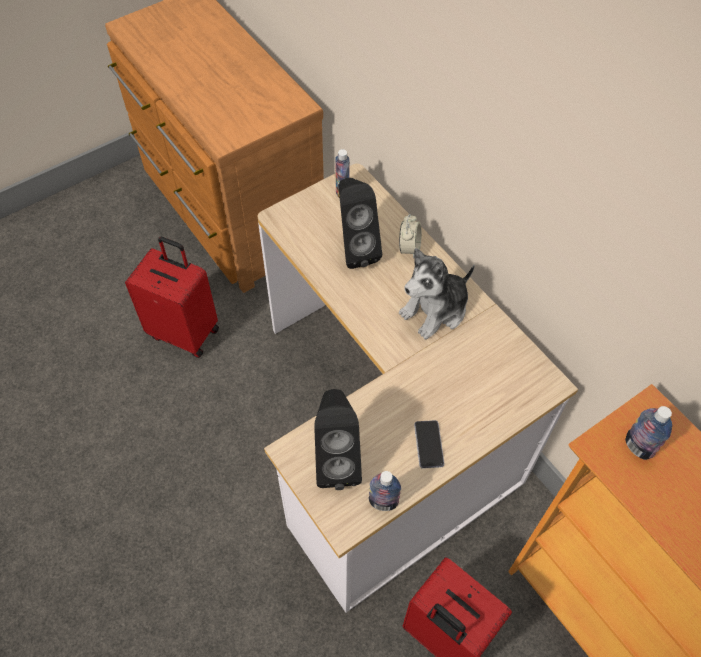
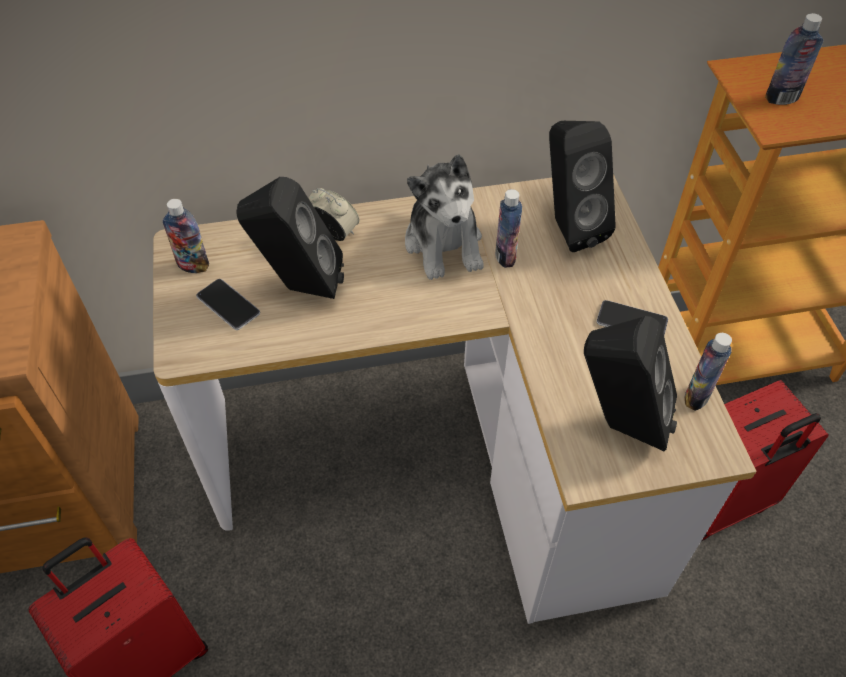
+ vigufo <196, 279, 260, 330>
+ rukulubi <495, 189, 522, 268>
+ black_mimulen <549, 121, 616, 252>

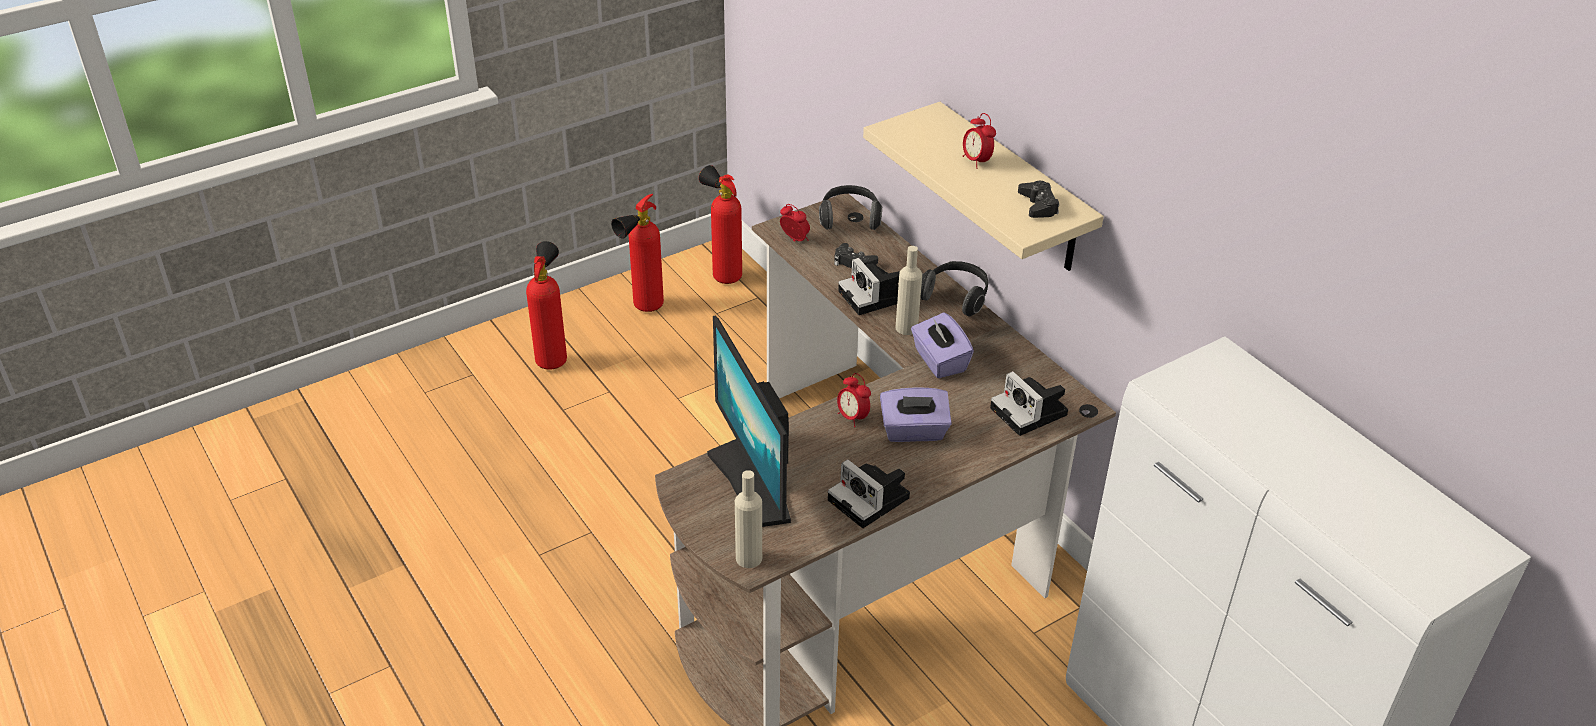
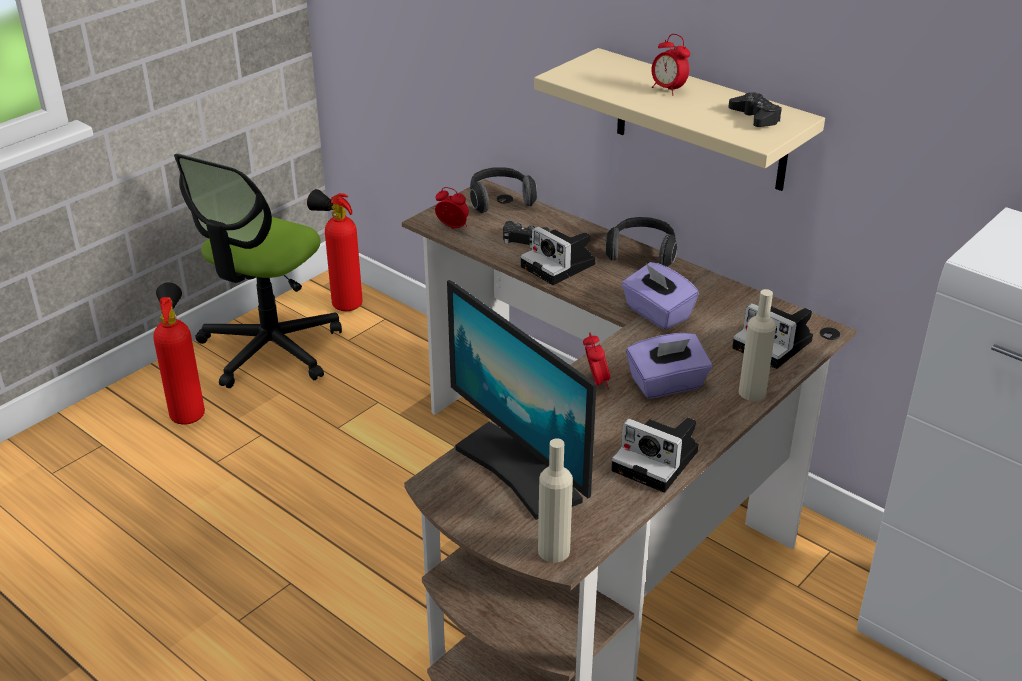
~ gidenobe <611, 194, 664, 312> to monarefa <174, 153, 342, 388>
~ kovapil <837, 373, 871, 427> = <583, 333, 611, 390> 135 degrees counterclockwise
~ beige_rukulubi <895, 246, 922, 335> to <739, 289, 776, 401>

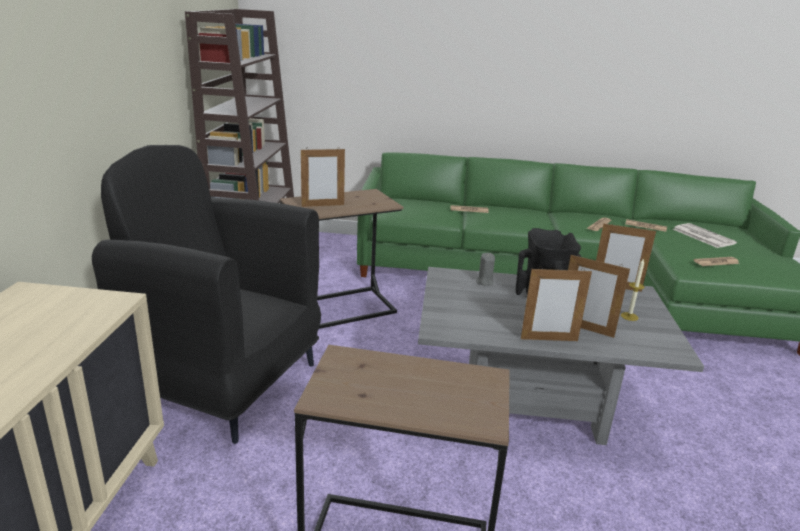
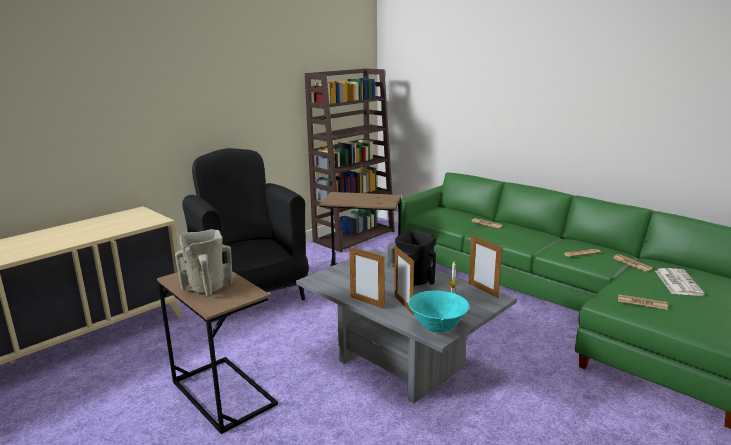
+ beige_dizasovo <175, 229, 233, 297>
+ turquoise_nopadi <408, 291, 469, 333>
- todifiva <301, 147, 345, 207>

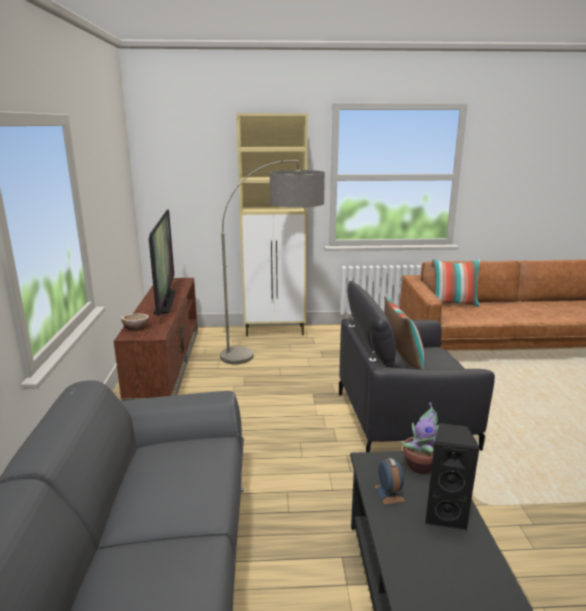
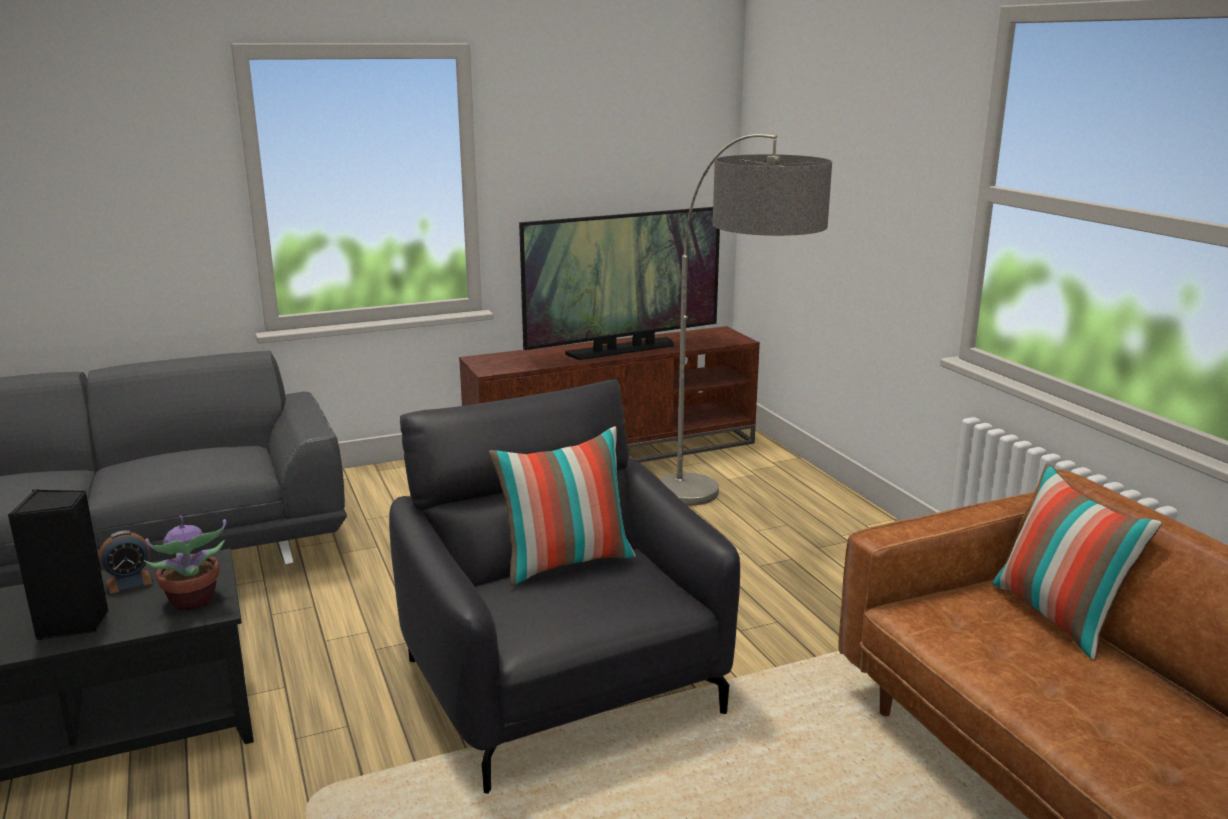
- nopadi <121, 314, 149, 330>
- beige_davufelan <236, 113, 308, 336>

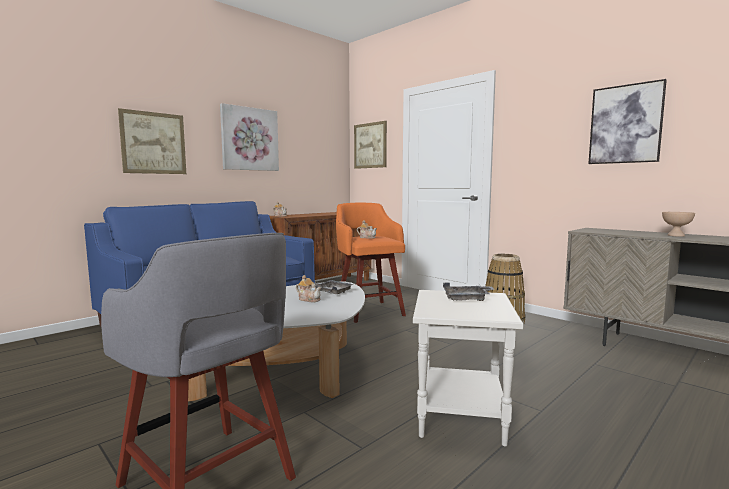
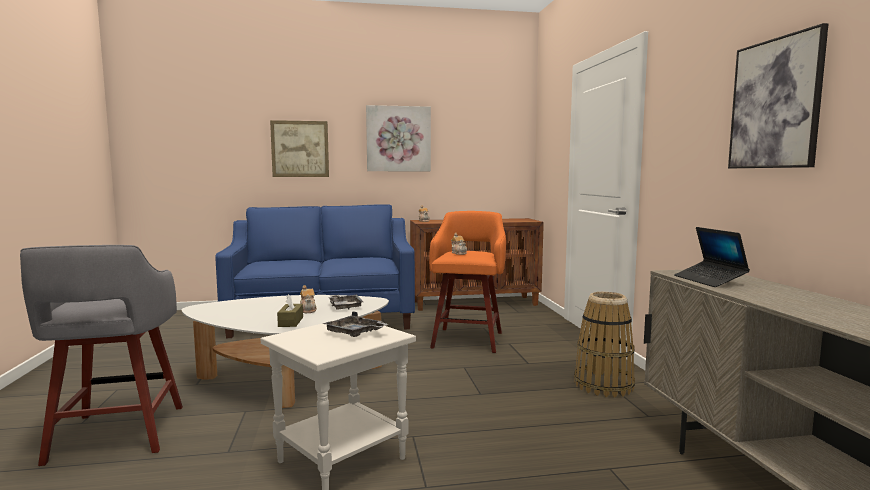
+ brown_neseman <277, 294, 303, 327>
+ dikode <674, 227, 750, 287>
- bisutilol <354, 121, 387, 169>
- beige_nopadi <662, 212, 695, 237>

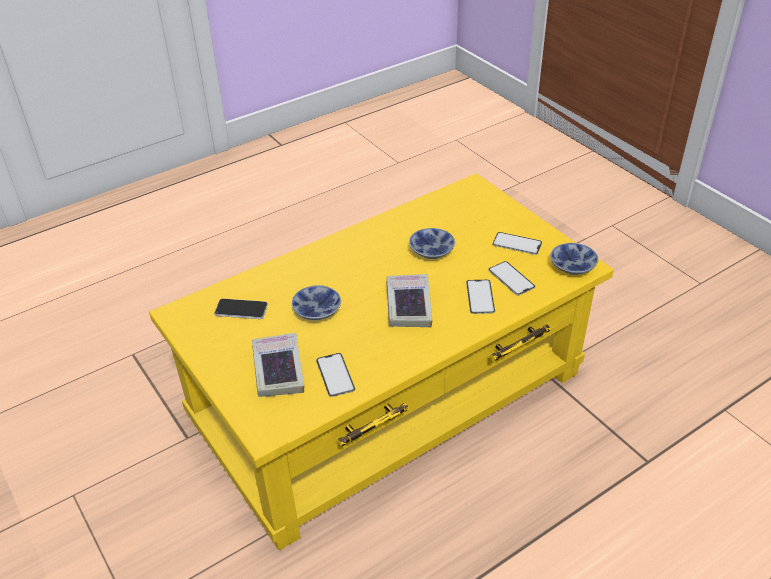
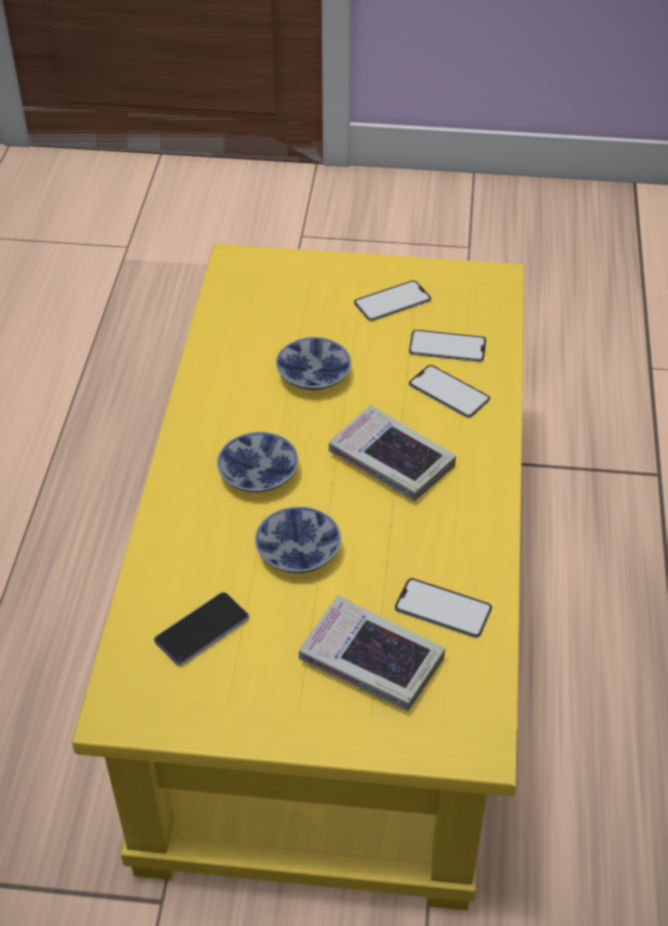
~ nopadi <550, 243, 598, 275> to <217, 432, 298, 493>

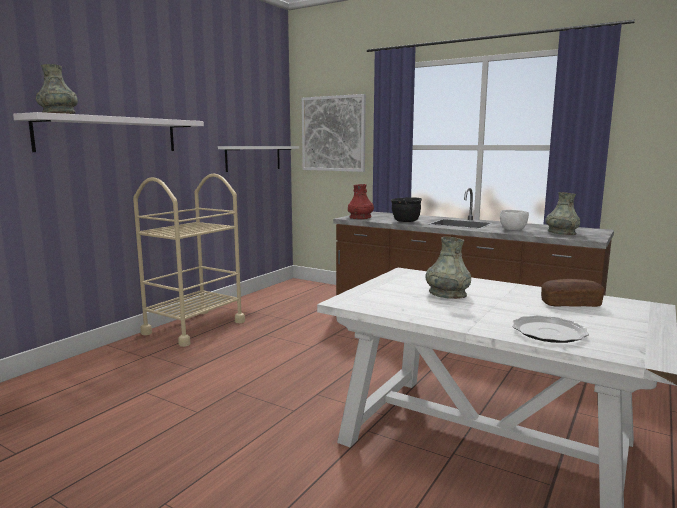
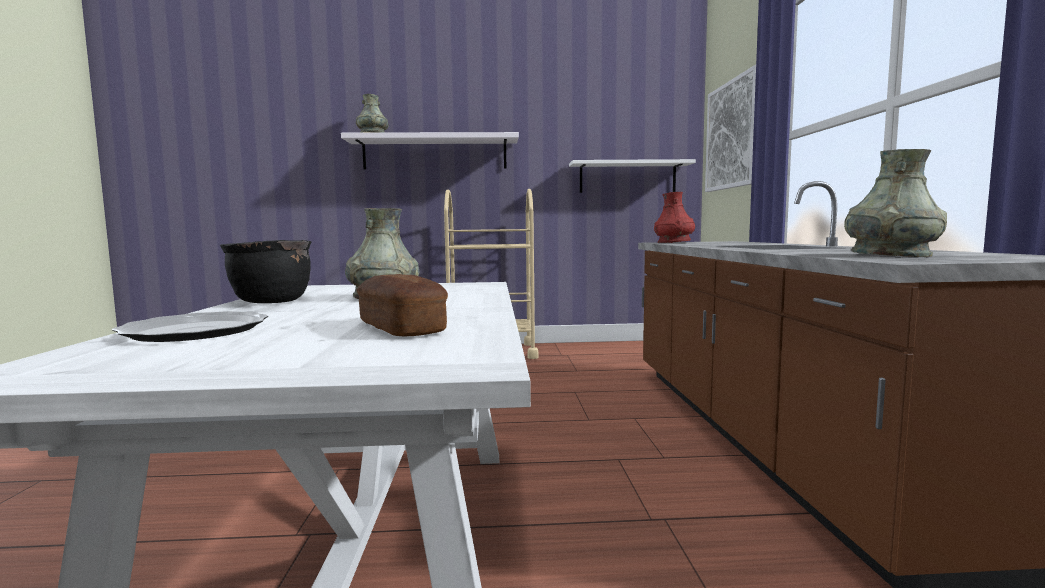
~ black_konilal <391, 197, 422, 222> to <220, 240, 311, 303>
- white_nopadi <500, 210, 529, 231>

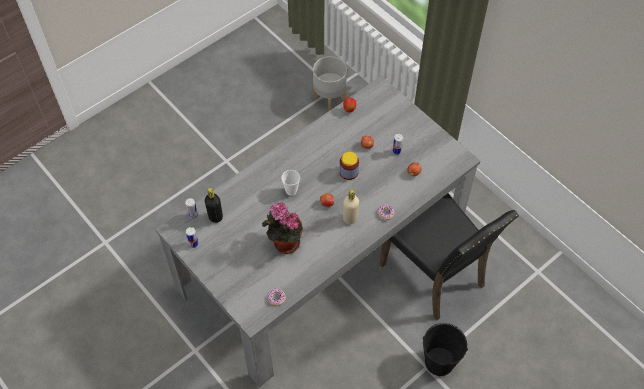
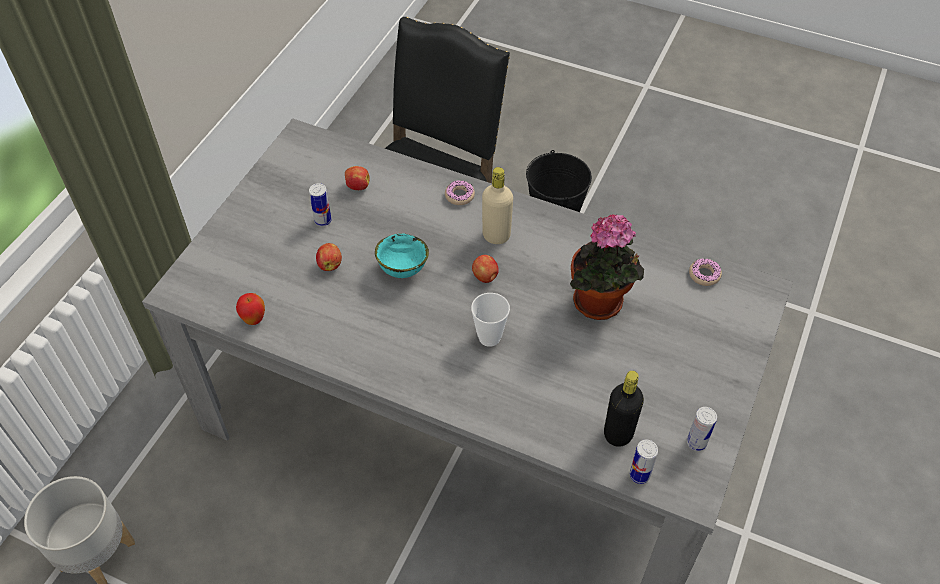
~ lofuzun <339, 152, 359, 180> to turquoise_nopadi <375, 233, 429, 278>

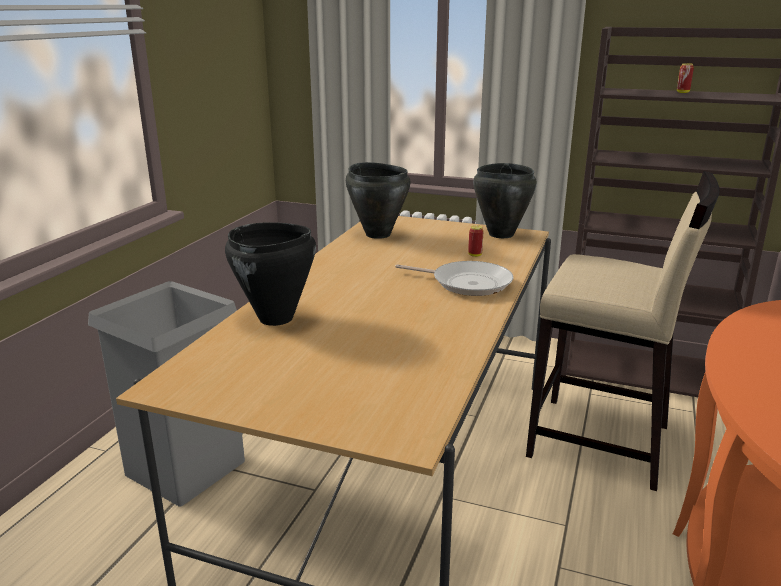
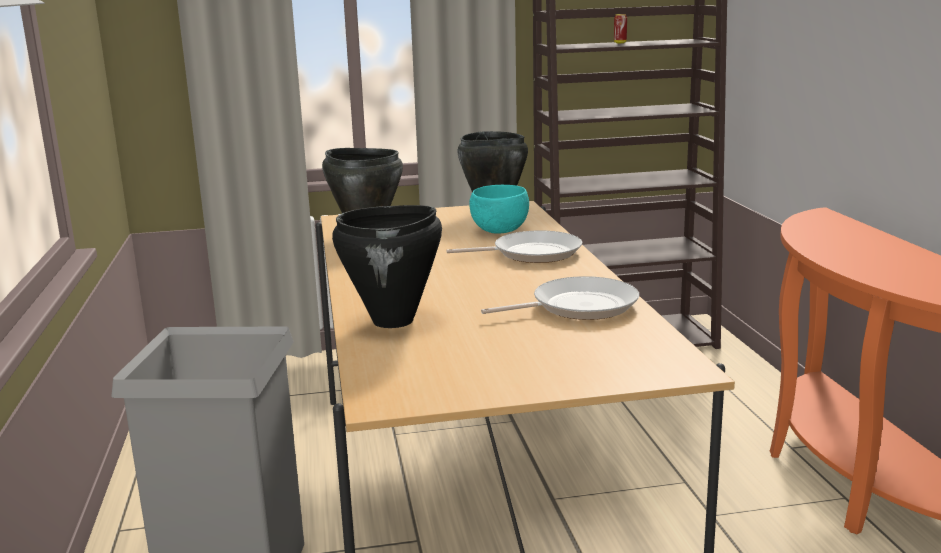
~ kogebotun <468, 225, 484, 257> to turquoise_nopadi <469, 185, 529, 234>
+ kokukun <481, 276, 639, 320>
- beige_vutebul <526, 171, 719, 491>

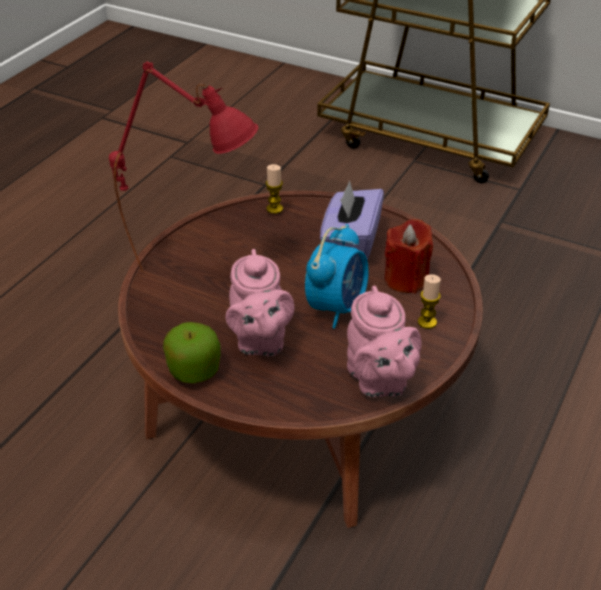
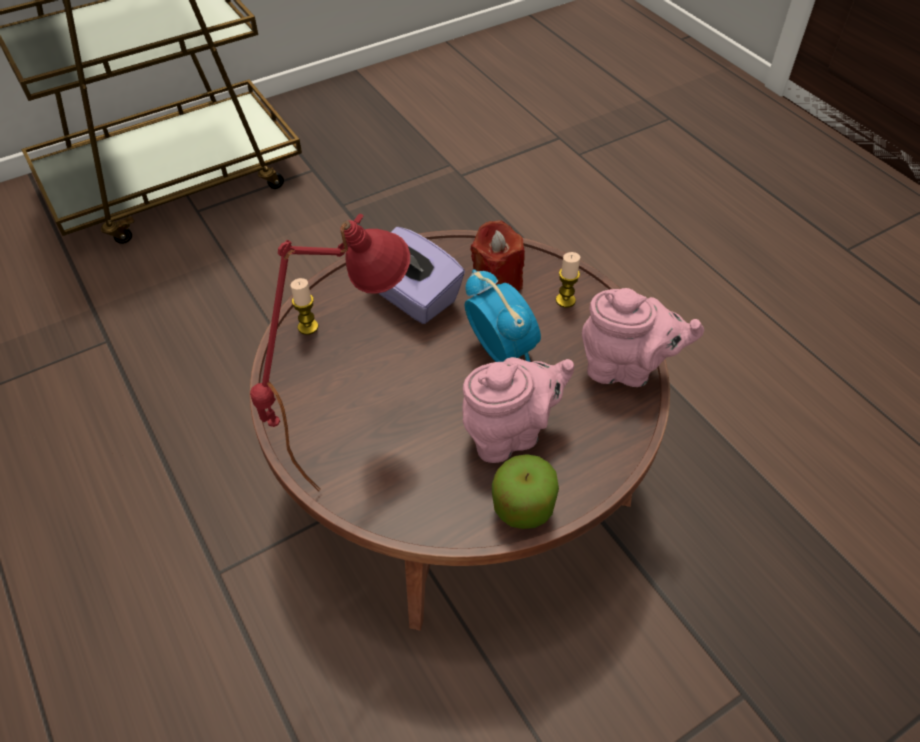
~ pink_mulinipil <225, 249, 294, 356> = <462, 357, 574, 463> 45 degrees counterclockwise

